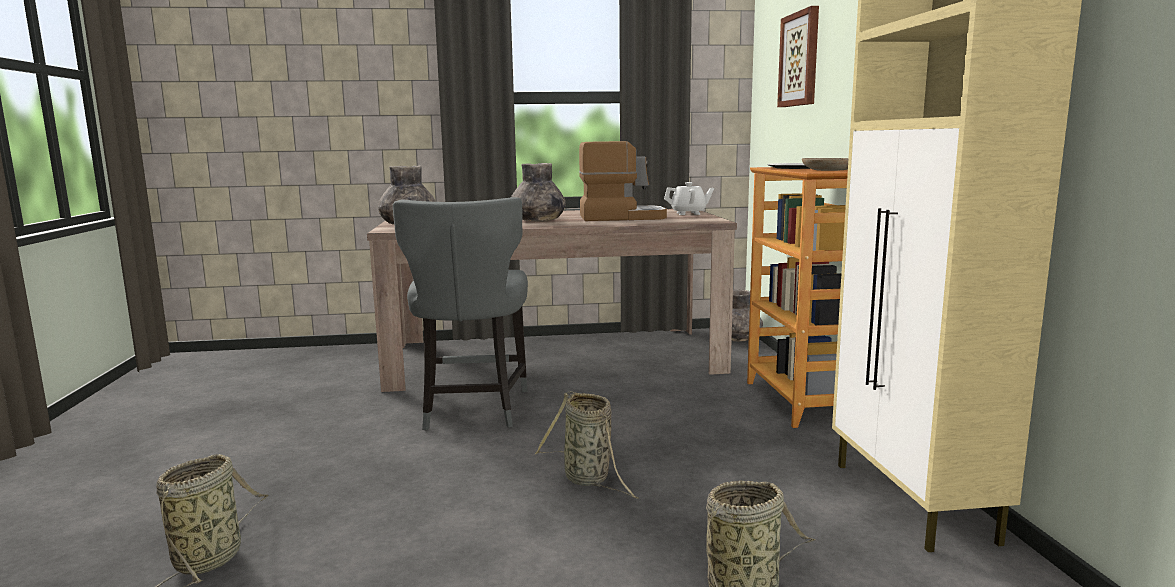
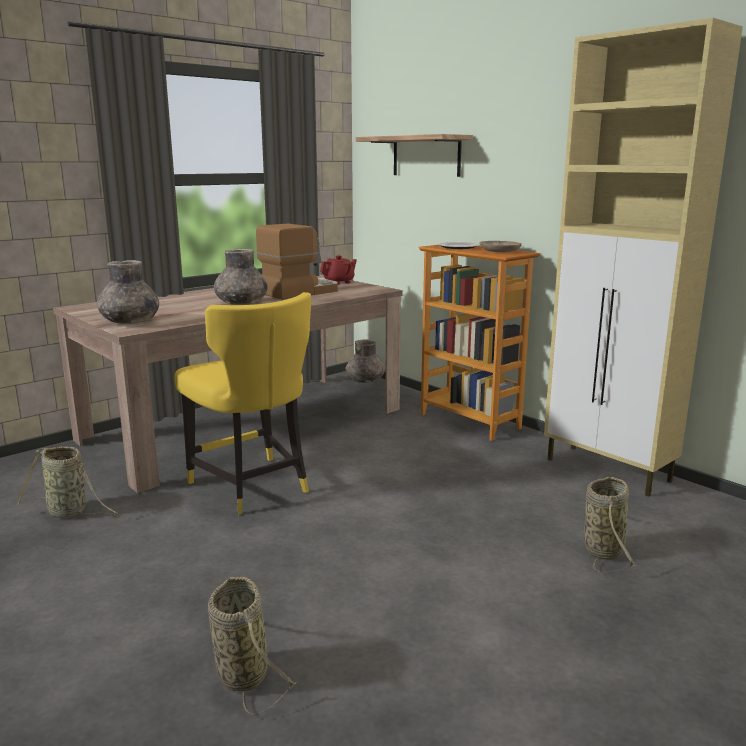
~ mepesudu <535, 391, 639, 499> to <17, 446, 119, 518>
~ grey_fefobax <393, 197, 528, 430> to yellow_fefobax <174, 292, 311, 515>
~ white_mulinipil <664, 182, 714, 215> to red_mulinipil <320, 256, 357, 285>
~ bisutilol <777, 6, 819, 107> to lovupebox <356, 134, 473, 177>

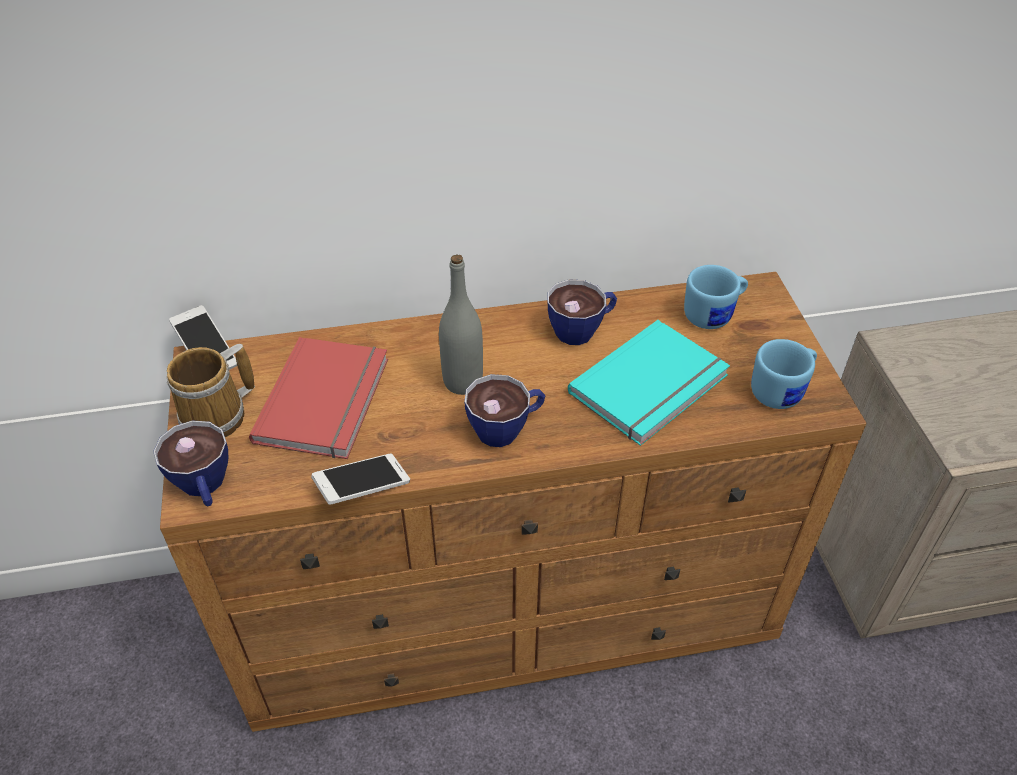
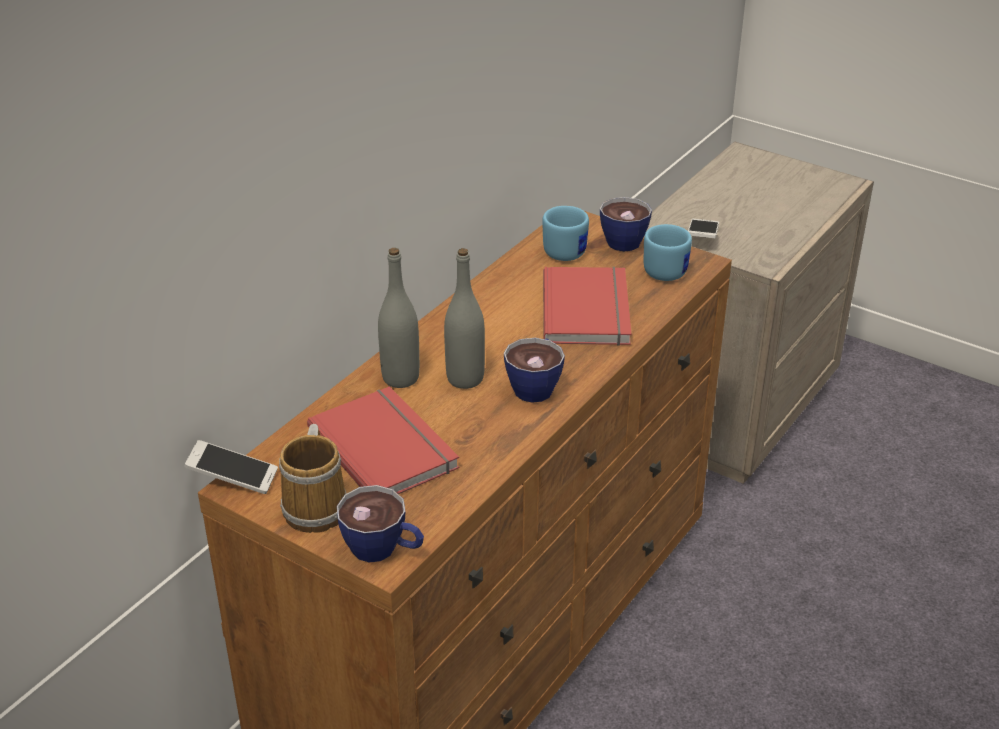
+ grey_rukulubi <378, 248, 420, 388>
~ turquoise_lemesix <568, 320, 730, 446> to red_lemesix <543, 267, 631, 346>
~ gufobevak <548, 279, 617, 345> to <600, 197, 652, 251>
~ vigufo <311, 454, 410, 504> to <688, 219, 719, 238>

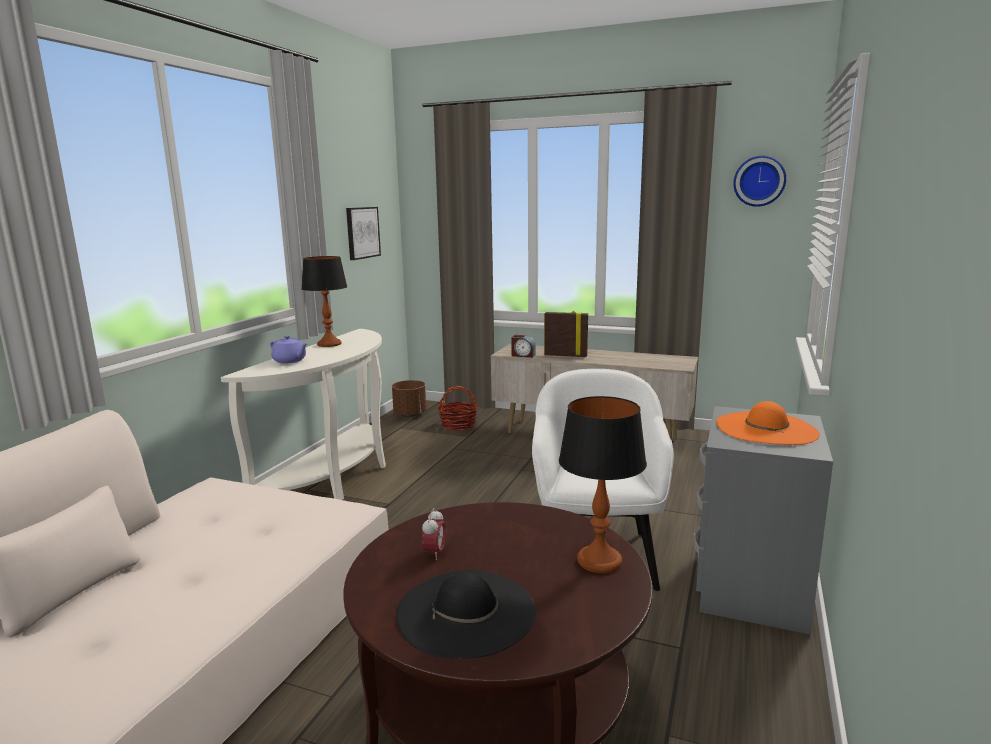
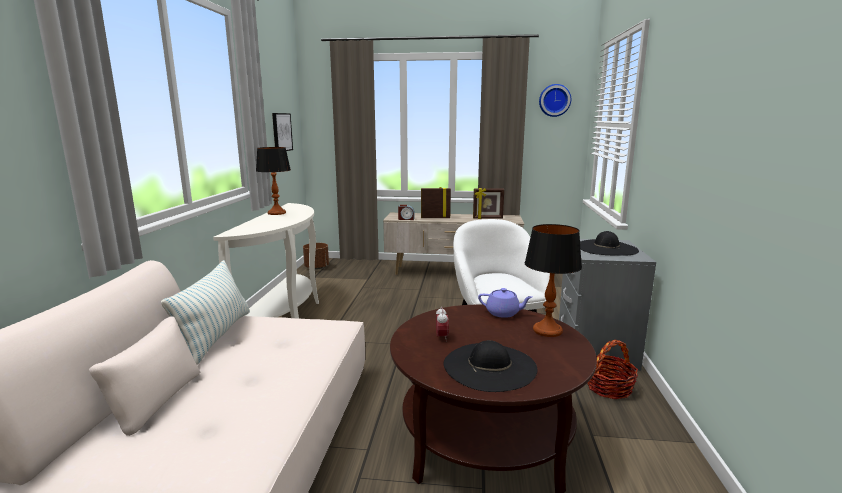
+ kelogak <161, 260, 250, 365>
+ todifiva <473, 188, 504, 219>
~ purple_mulinipil <270, 335, 307, 363> to <478, 288, 532, 318>
~ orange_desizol <716, 401, 820, 445> to black_desizol <580, 231, 639, 256>
~ mepesudu <438, 386, 478, 431> to <587, 340, 638, 399>

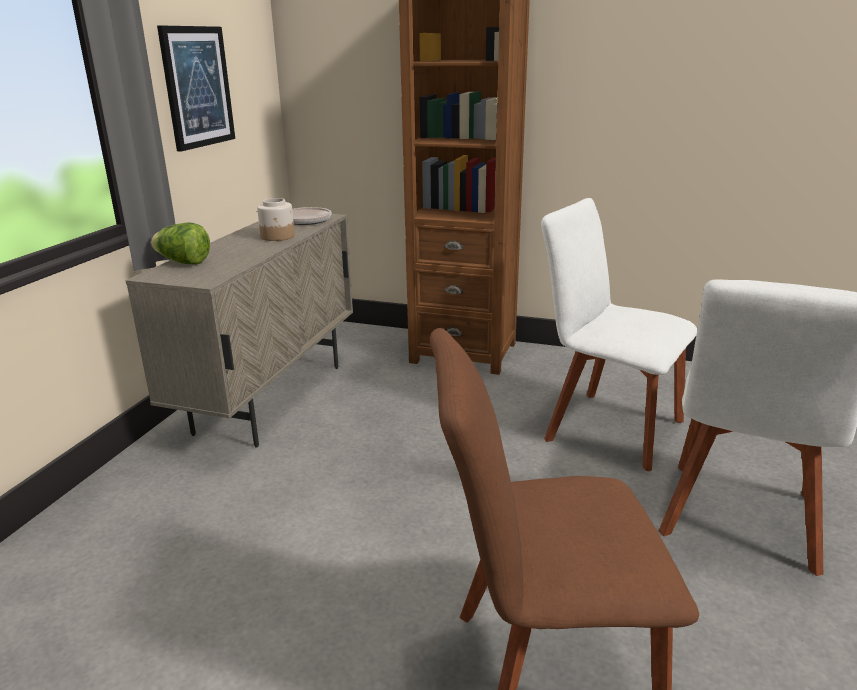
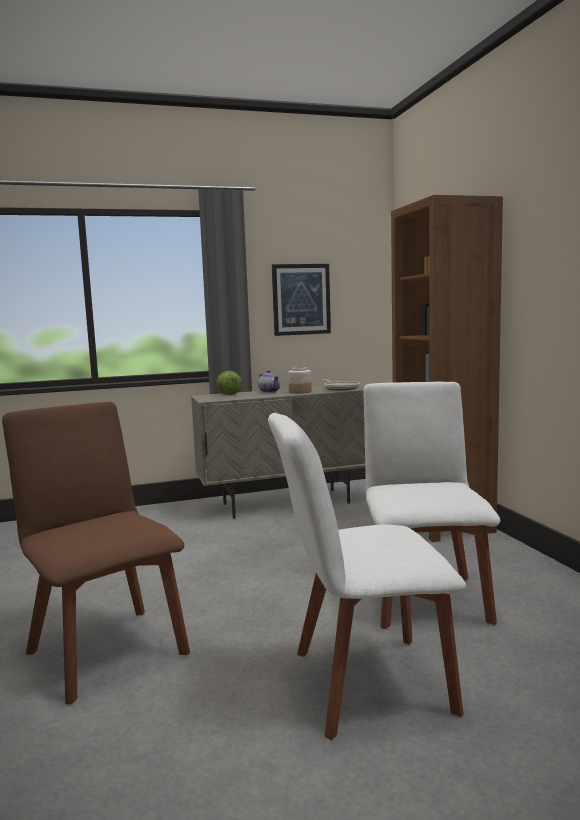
+ mulinipil <258, 370, 280, 393>

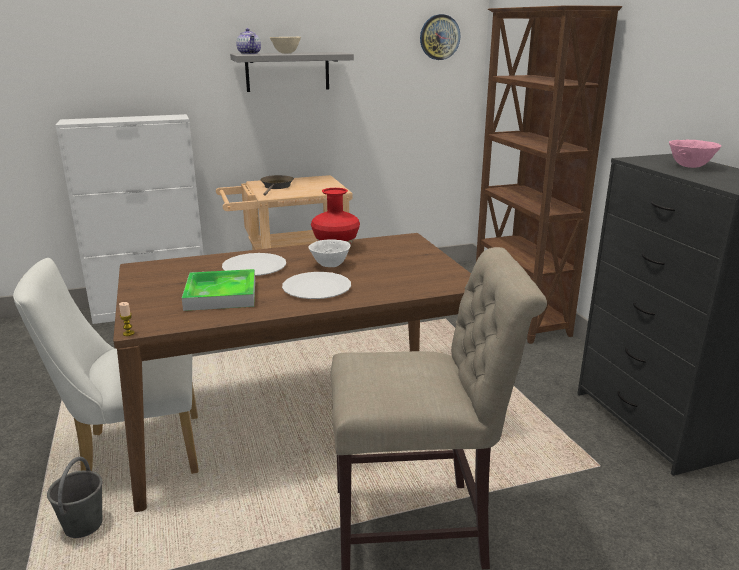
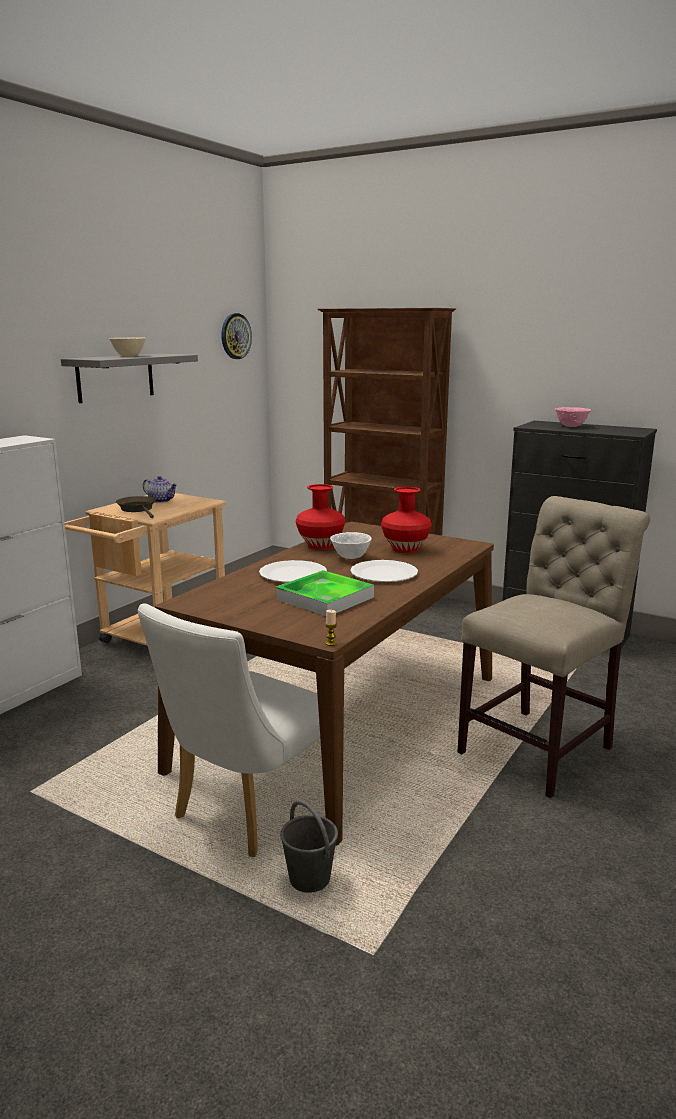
~ mulinipil <236, 28, 261, 54> to <143, 476, 178, 503>
+ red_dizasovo <381, 487, 432, 553>

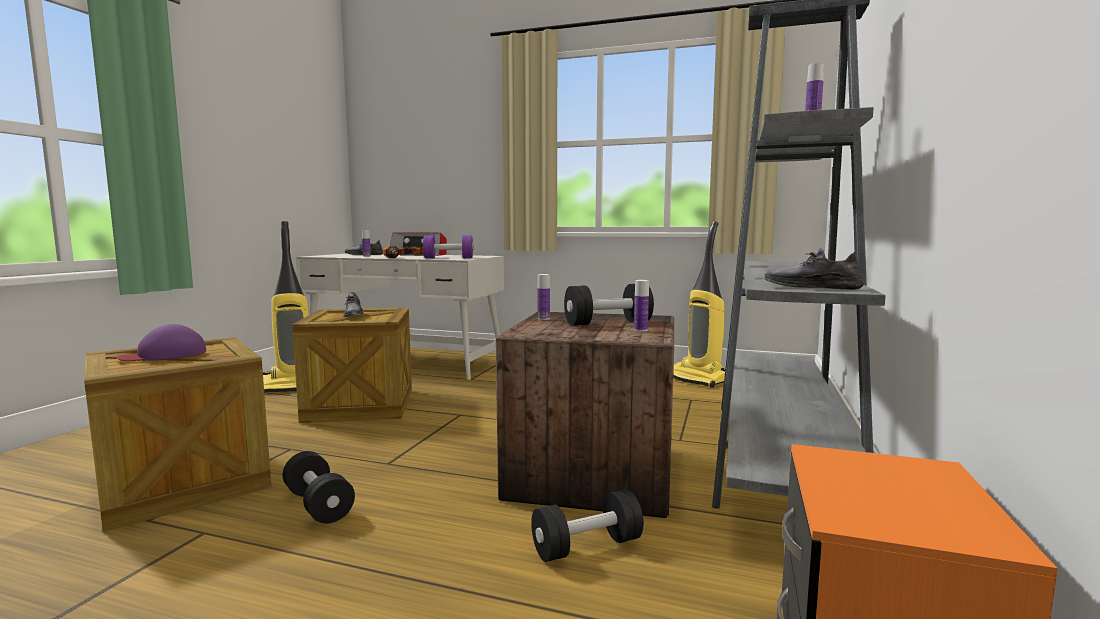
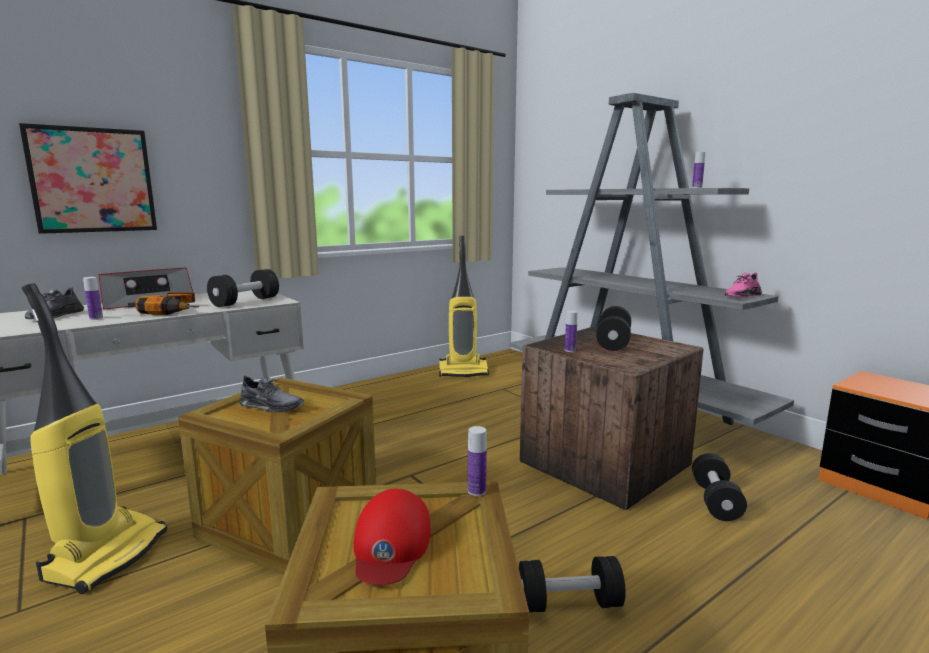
+ bisutilol <19, 123, 157, 234>
~ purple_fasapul <423, 235, 474, 258> to black_fasapul <207, 269, 279, 307>
~ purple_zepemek <115, 324, 206, 361> to red_zepemek <354, 489, 431, 585>
~ rukulubi <634, 280, 649, 331> to <468, 426, 487, 496>
~ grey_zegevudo <764, 248, 864, 290> to pink_zegevudo <724, 272, 762, 298>

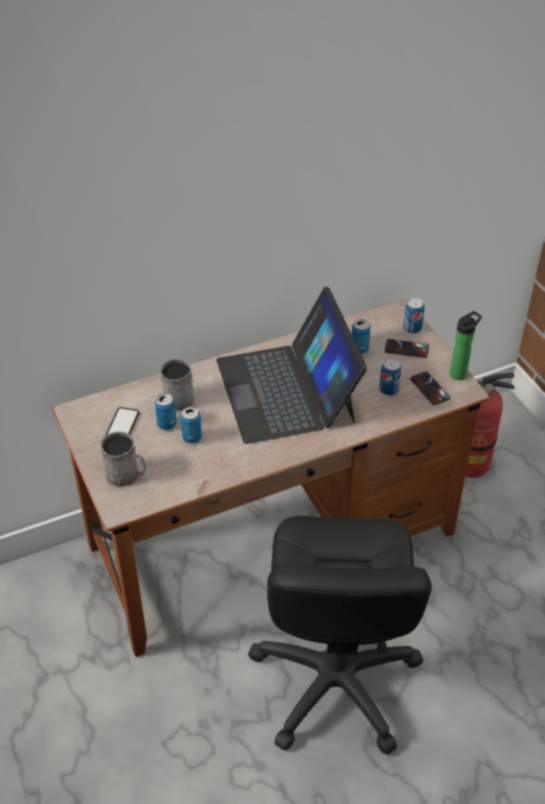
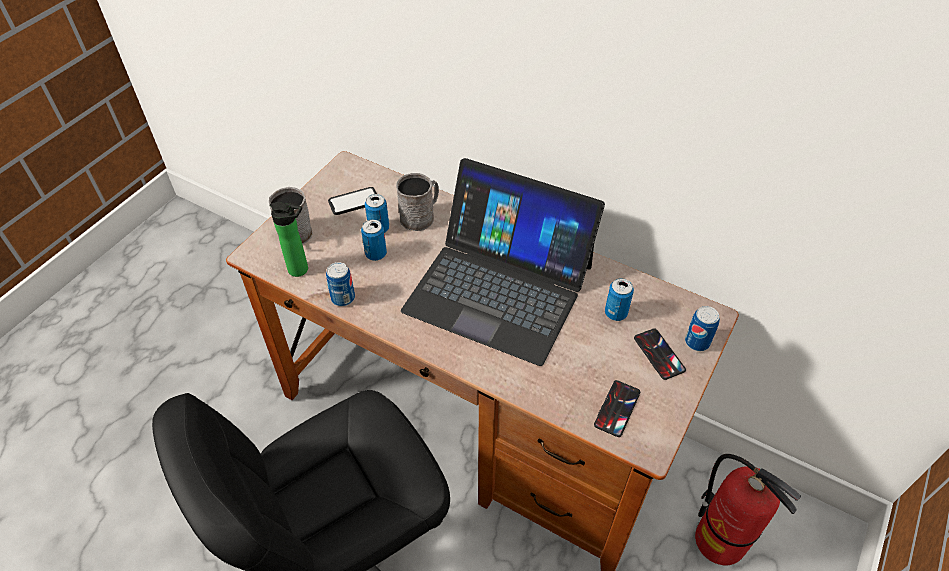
~ rukulubi <450, 311, 482, 380> to <270, 202, 308, 277>
~ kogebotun <379, 358, 401, 396> to <326, 262, 355, 306>
~ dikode <216, 287, 367, 444> = <401, 158, 605, 366> 105 degrees counterclockwise

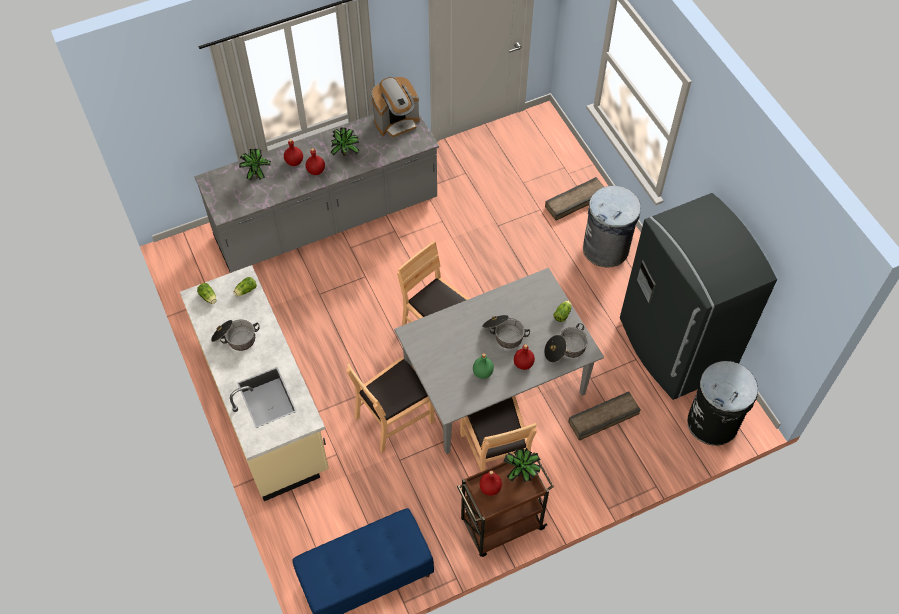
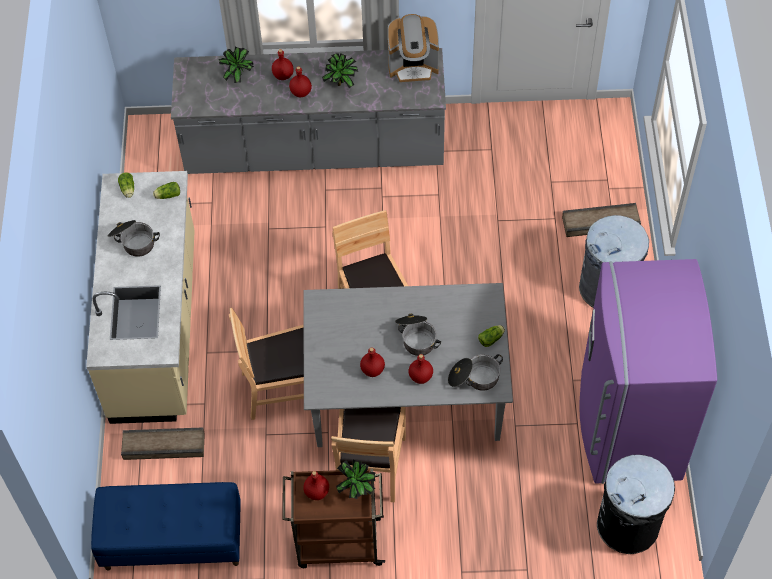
~ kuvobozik <568, 391, 641, 441> to <121, 427, 205, 460>
~ green_rukulubi <473, 353, 494, 379> to red_rukulubi <360, 347, 385, 377>
~ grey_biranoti <620, 193, 777, 400> to purple_biranoti <580, 259, 717, 484>

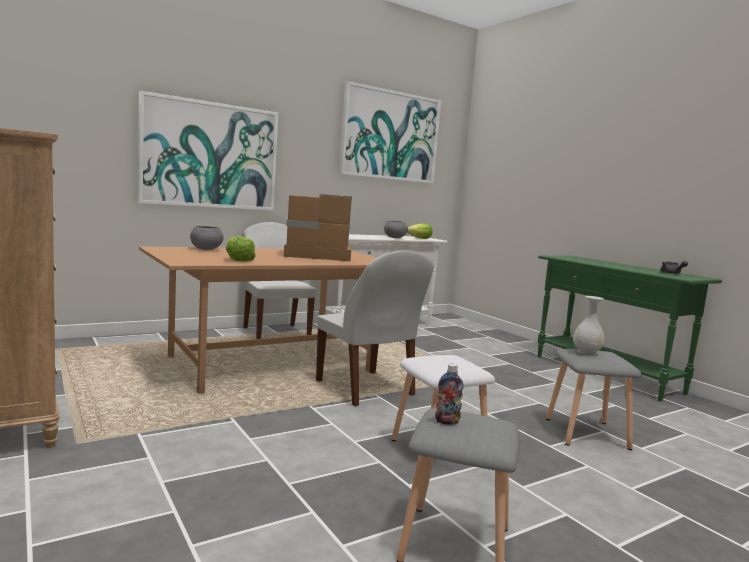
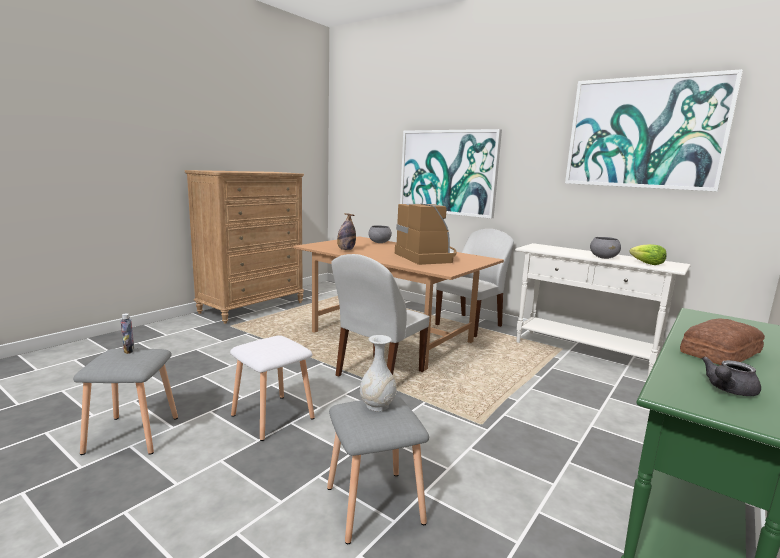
~ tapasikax <226, 236, 256, 262> to rukulubi <337, 213, 356, 250>
+ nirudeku <680, 319, 765, 365>

